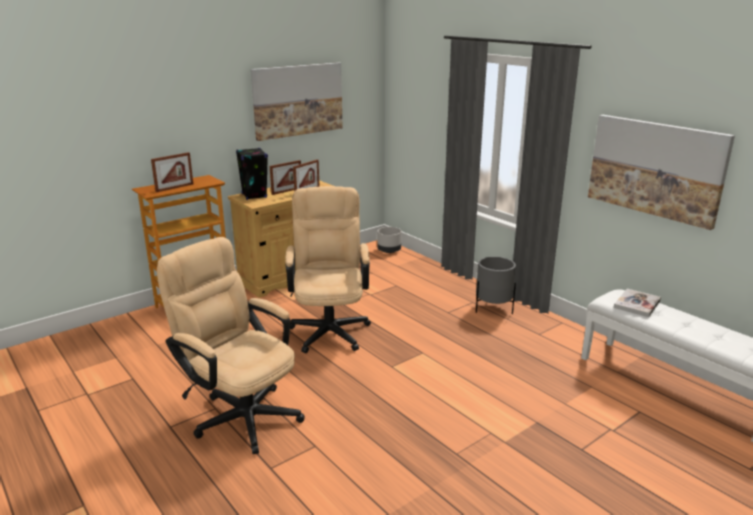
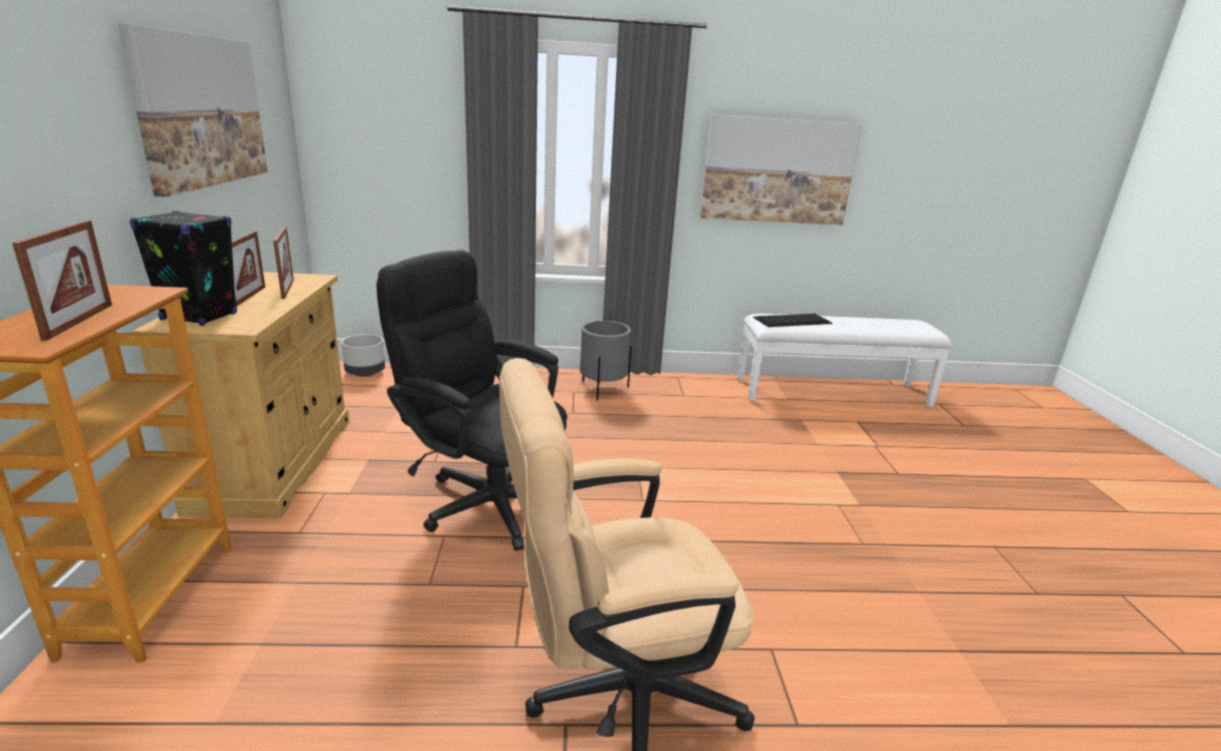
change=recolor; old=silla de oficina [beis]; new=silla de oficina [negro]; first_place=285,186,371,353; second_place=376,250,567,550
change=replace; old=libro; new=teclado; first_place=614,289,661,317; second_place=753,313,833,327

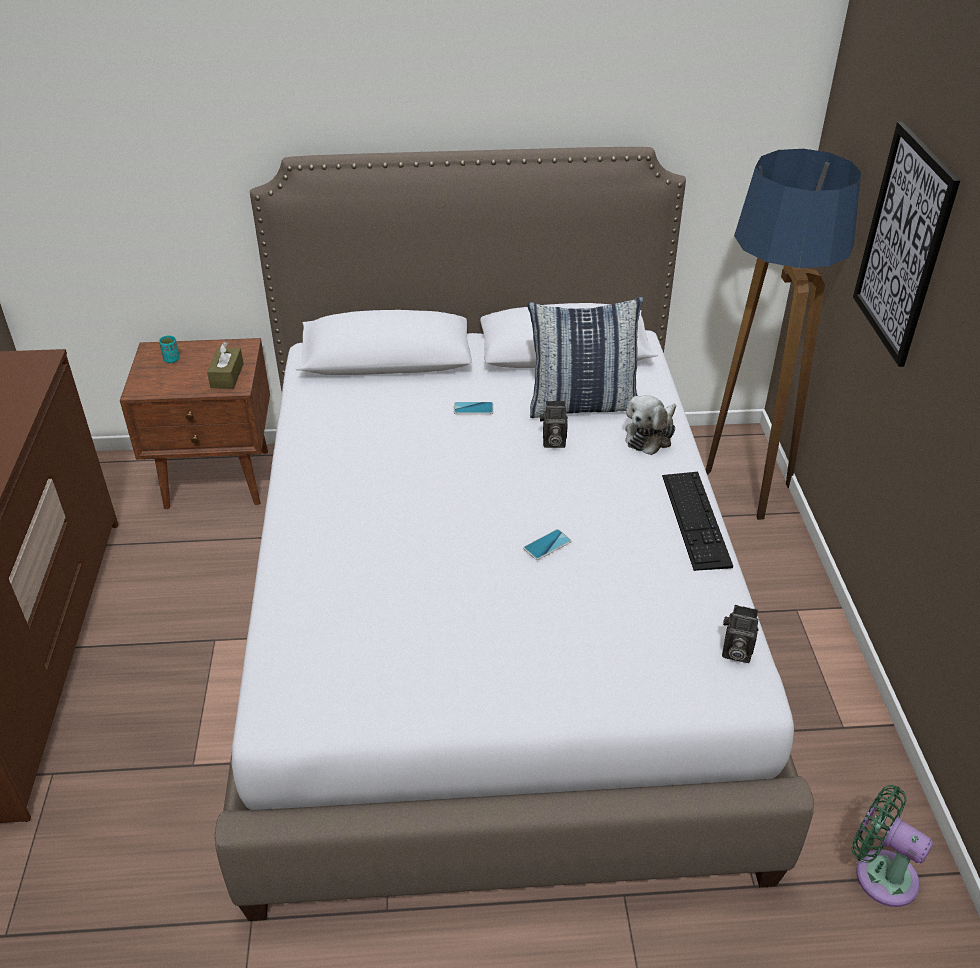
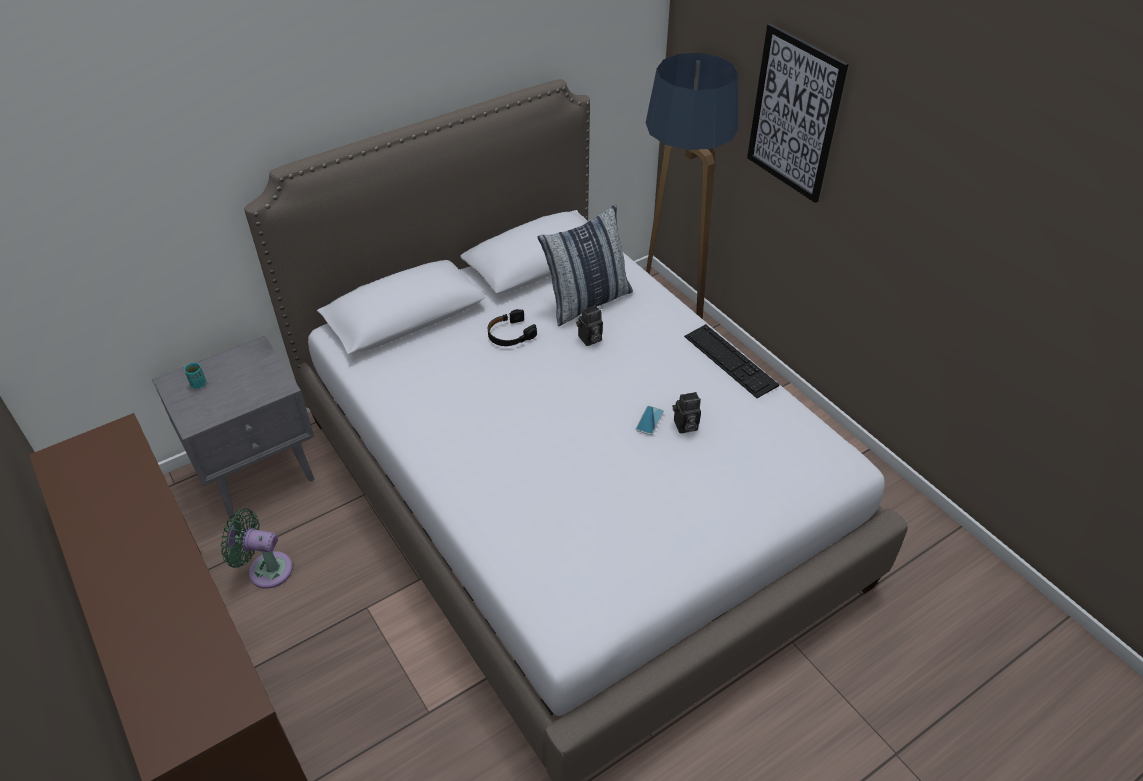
change=recolor; old=mesita de noche [marrón]; new=mesita de noche [gris]; first_place=120,338,270,509; second_place=152,336,314,519
change=move; old=ventilador [verde]; first_place=851,785,933,907; second_place=221,508,293,589
change=replace; old=móvil; new=auriculares [negro]; first_place=454,402,493,414; second_place=488,309,537,346
change=move; old=cámara; first_place=722,605,758,663; second_place=673,392,701,433
change=delete; old=caja de pañuelos [marrón]; first_place=207,342,243,389
change=delete; old=peluche; first_place=625,395,676,455

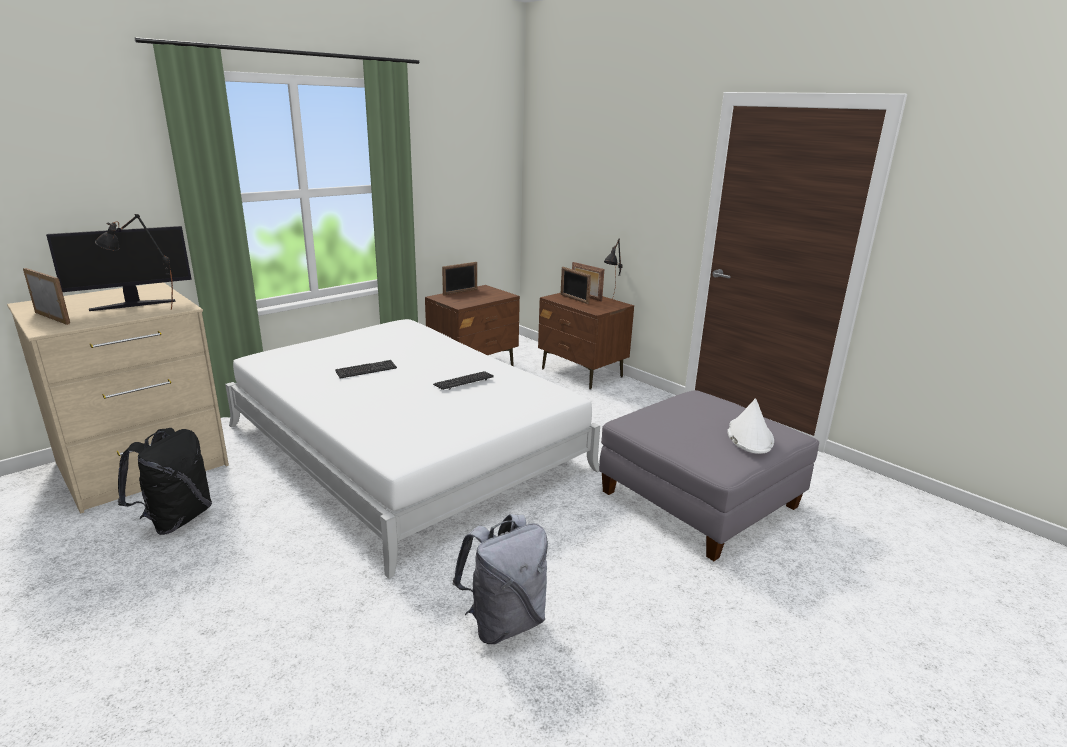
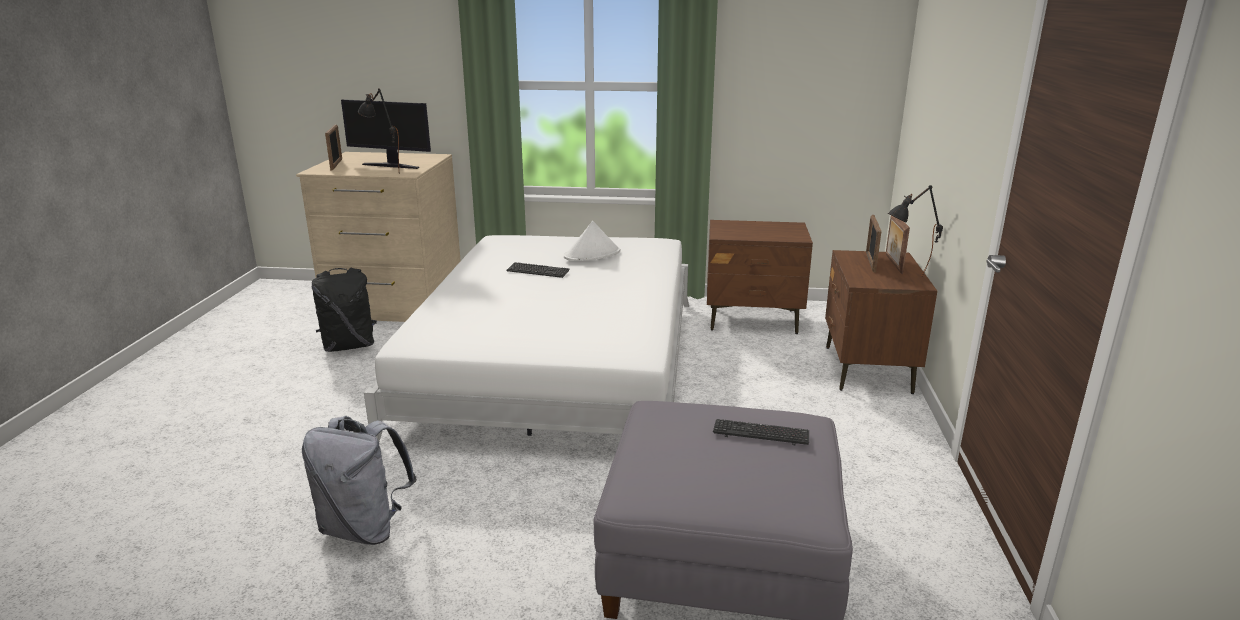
change=move; old=sombrero [blanco]; first_place=727,398,774,454; second_place=564,221,620,261
change=move; old=teclado; first_place=433,371,494,390; second_place=713,419,809,445
change=delete; old=portarretratos; first_place=442,262,477,295

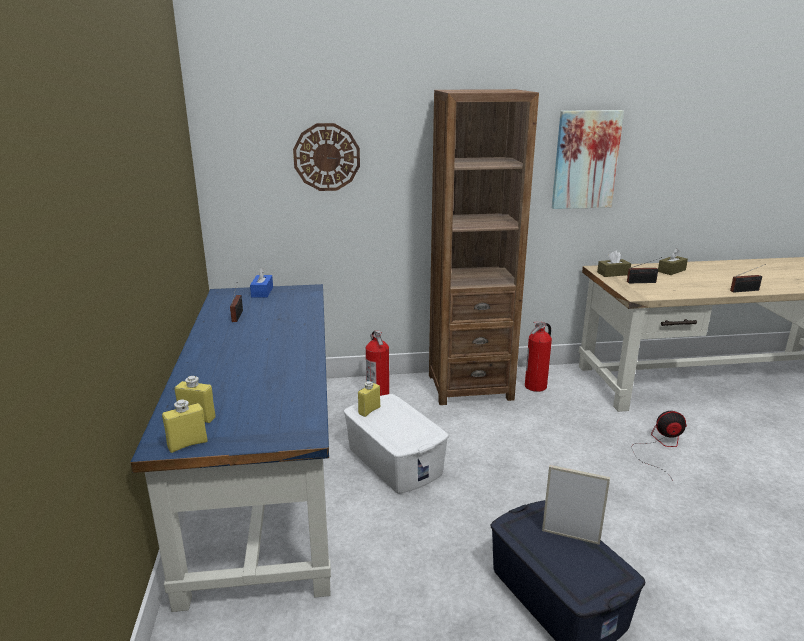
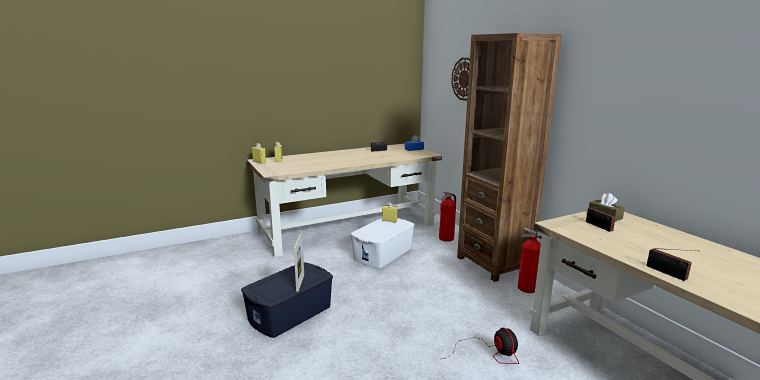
change=recolor; old=escritorio [azul]; new=escritorio [beis]; first_place=131,284,331,612; second_place=247,144,442,257
change=delete; old=cuadro; first_place=552,110,624,209
change=delete; old=caja de pañuelos [marrón]; first_place=658,249,688,275

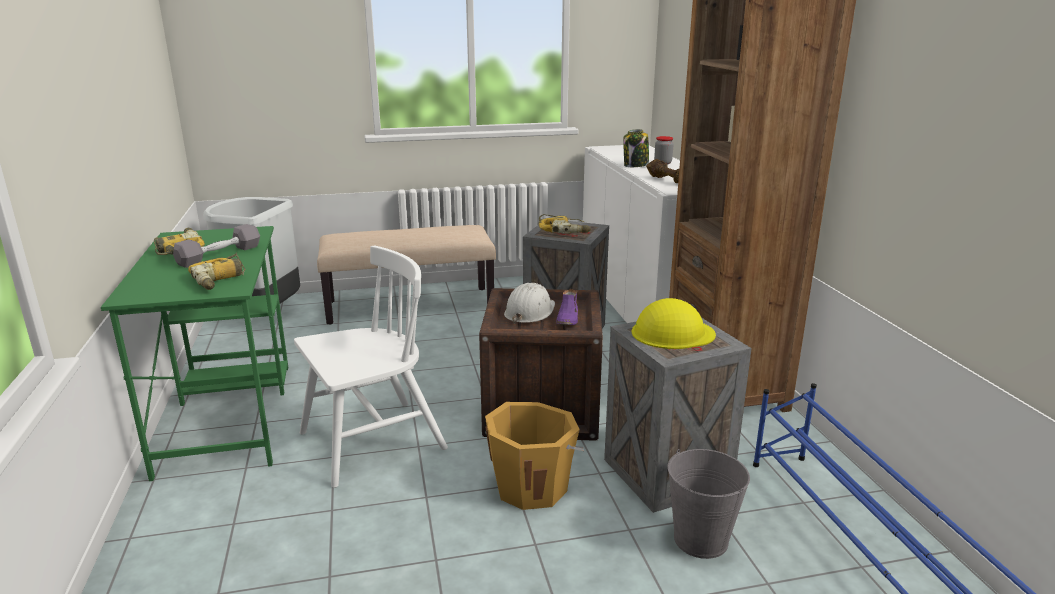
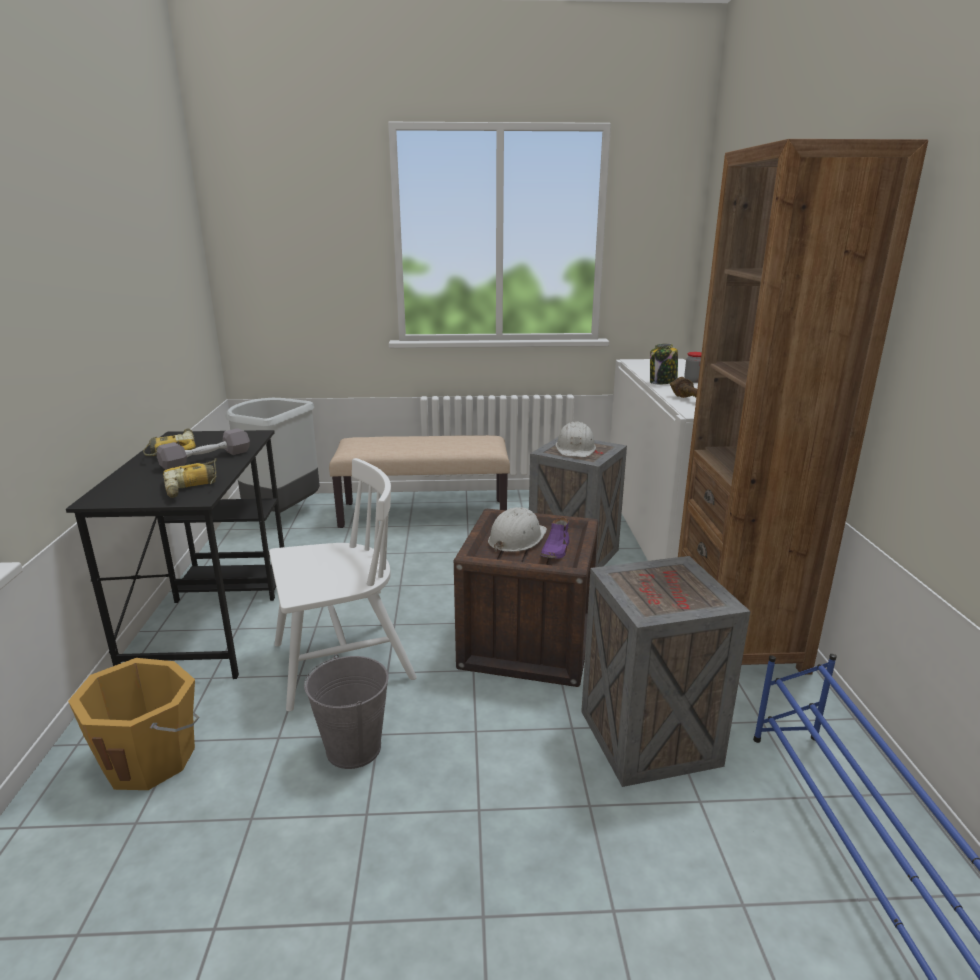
change=recolor; old=escritorio [verde]; new=escritorio [negro]; first_place=101,226,288,481; second_place=66,430,284,679
change=move; old=cubo [naranja]; first_place=485,402,584,510; second_place=68,658,200,790
change=move; old=cubo [gris]; first_place=667,449,750,559; second_place=304,654,388,769
change=replace; old=taladro; new=casco [blanco]; first_place=538,214,591,234; second_place=556,421,596,457
change=delete; old=casco [amarillo]; first_place=632,298,716,349

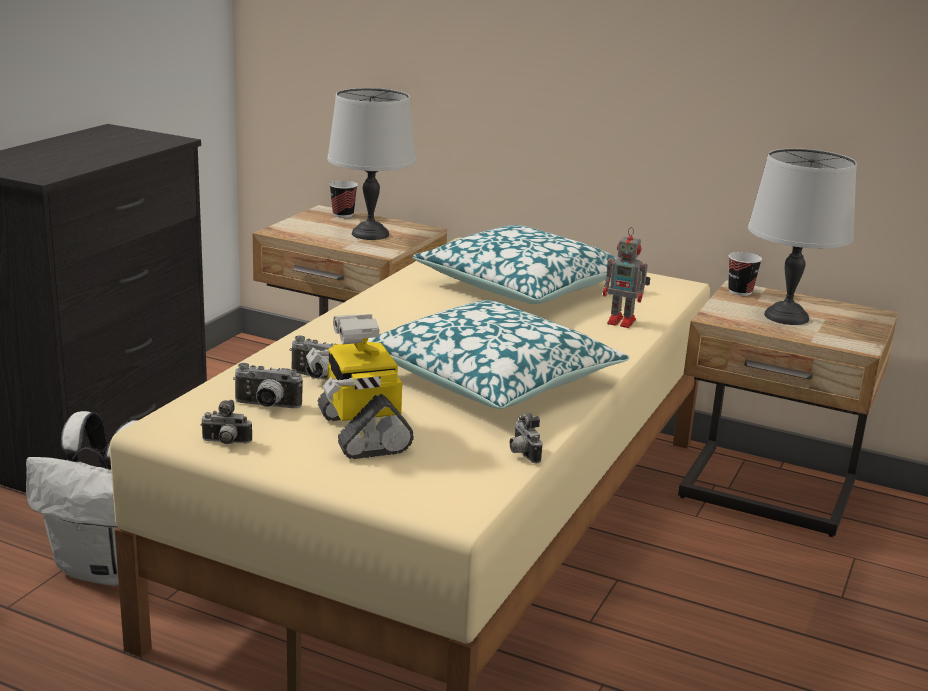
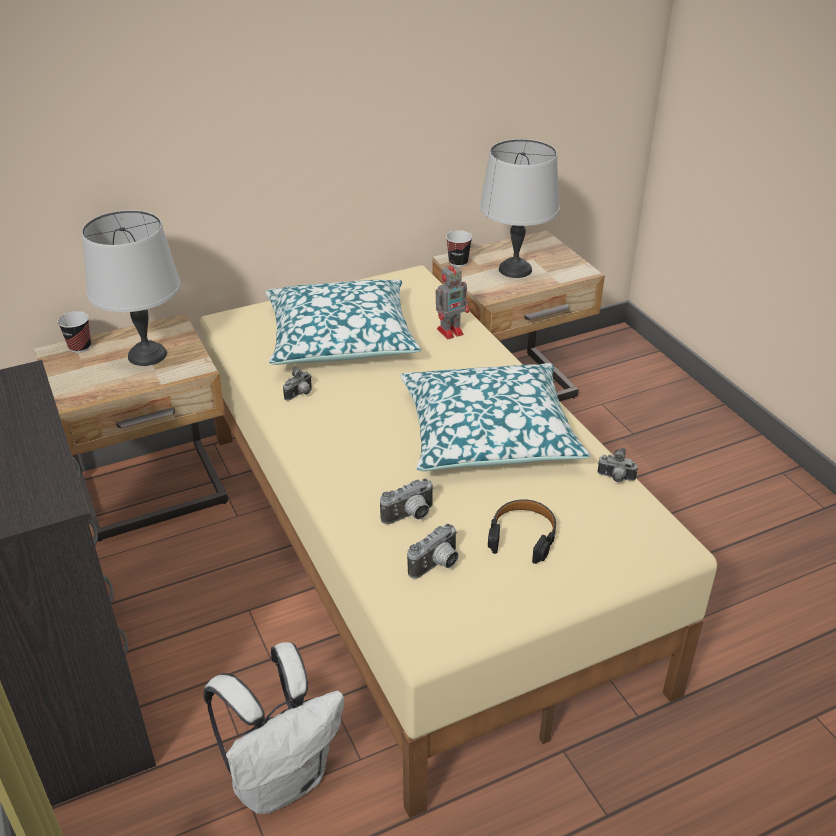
change=move; old=cámara; first_place=200,400,252,444; second_place=283,366,312,400
change=replace; old=robot de juguete; new=auriculares [negro]; first_place=306,314,414,459; second_place=488,499,556,564

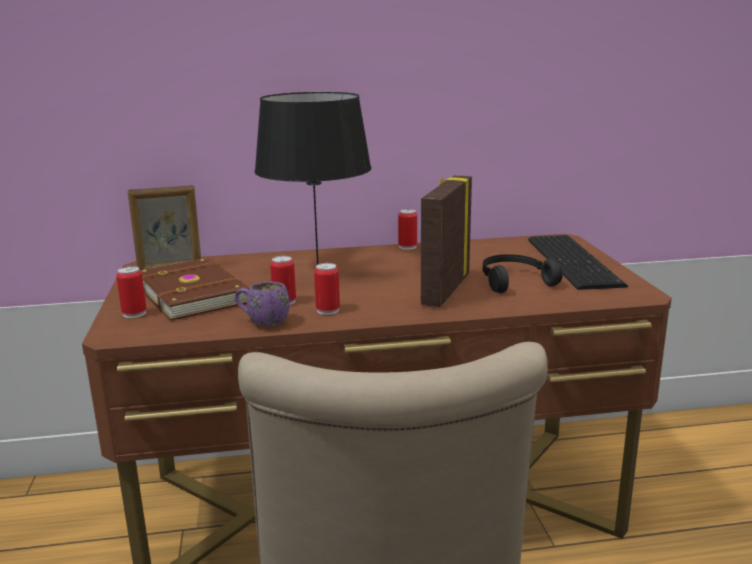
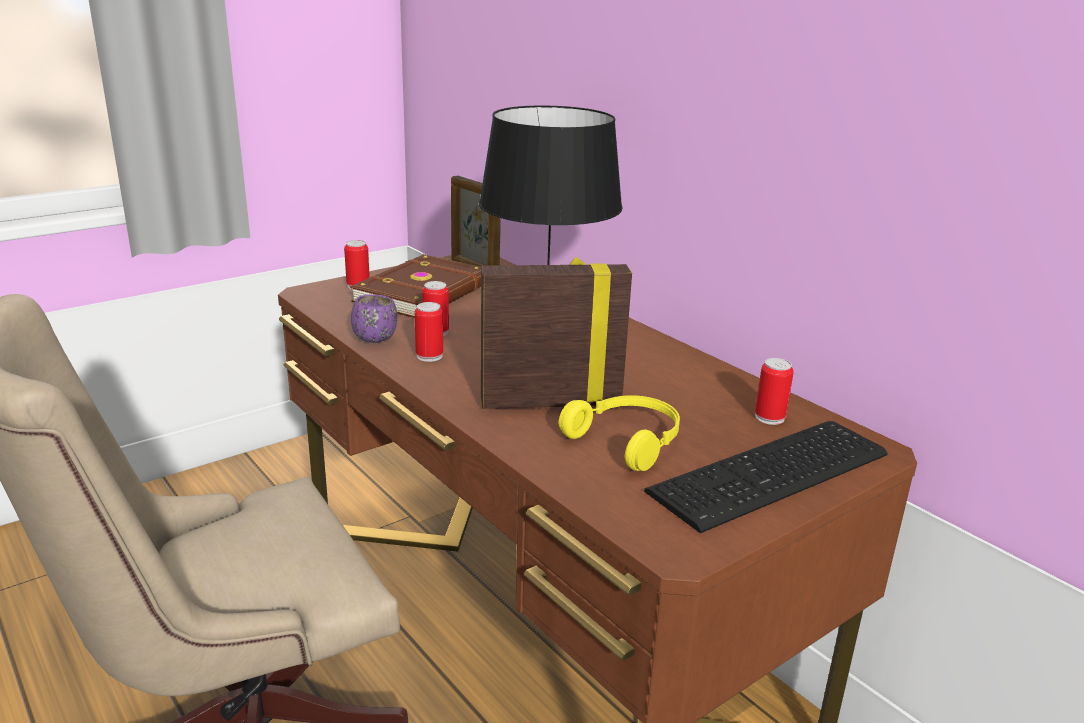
change=recolor; old=auriculares [negro]; new=auriculares [amarillo]; first_place=483,254,562,293; second_place=559,395,680,471
change=move; old=lata; first_place=398,209,417,250; second_place=755,358,794,425

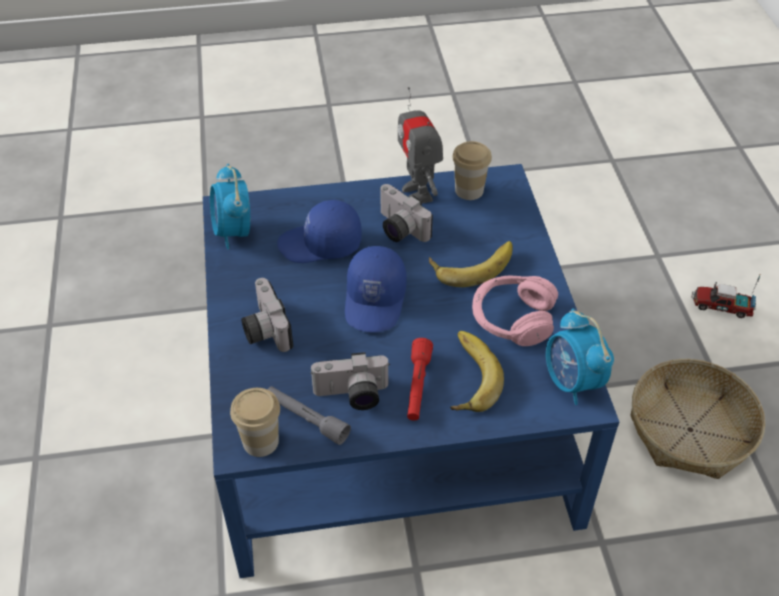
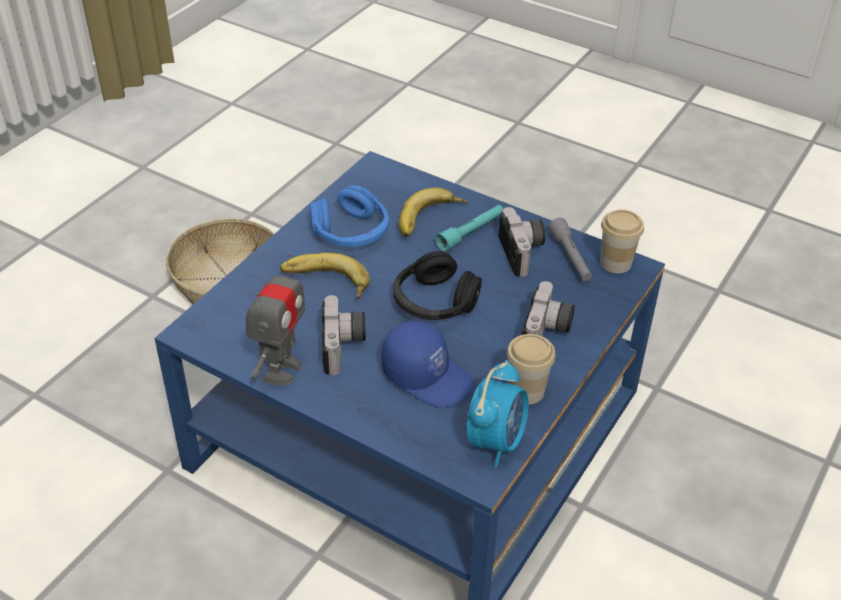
change=recolor; old=auriculares [rosa]; new=auriculares [azul]; first_place=472,275,558,346; second_place=310,185,389,247
change=replace; old=gorra [azul]; new=auriculares [negro]; first_place=345,246,407,332; second_place=393,251,482,320
change=recolor; old=linterna [rojo]; new=linterna [turquesa]; first_place=407,338,433,421; second_place=435,205,503,252
change=rotate; old=cámara; first_place=310,352,389,410; second_place=498,207,545,277; degrees=45
change=move; old=taza; first_place=452,141,492,200; second_place=507,334,556,405
change=delete; old=despertador; first_place=546,308,614,405
change=delete; old=camión de juguete; first_place=691,274,761,318

